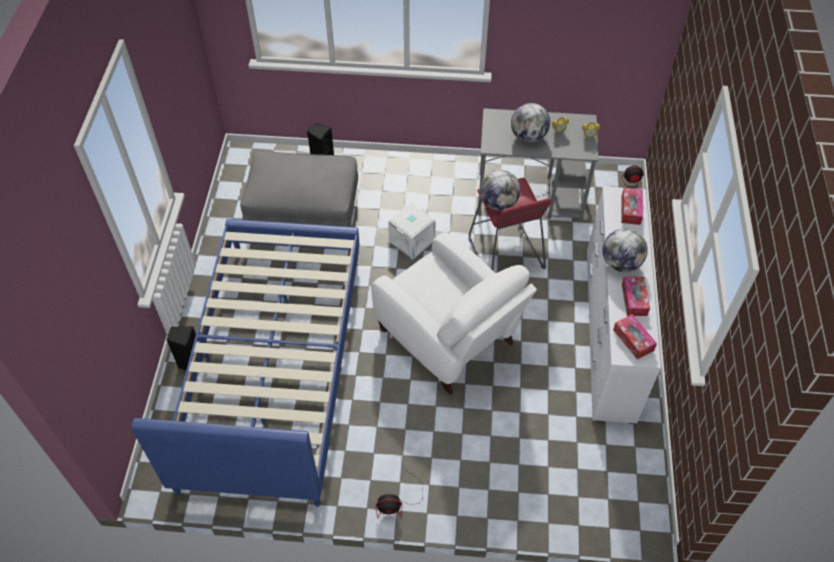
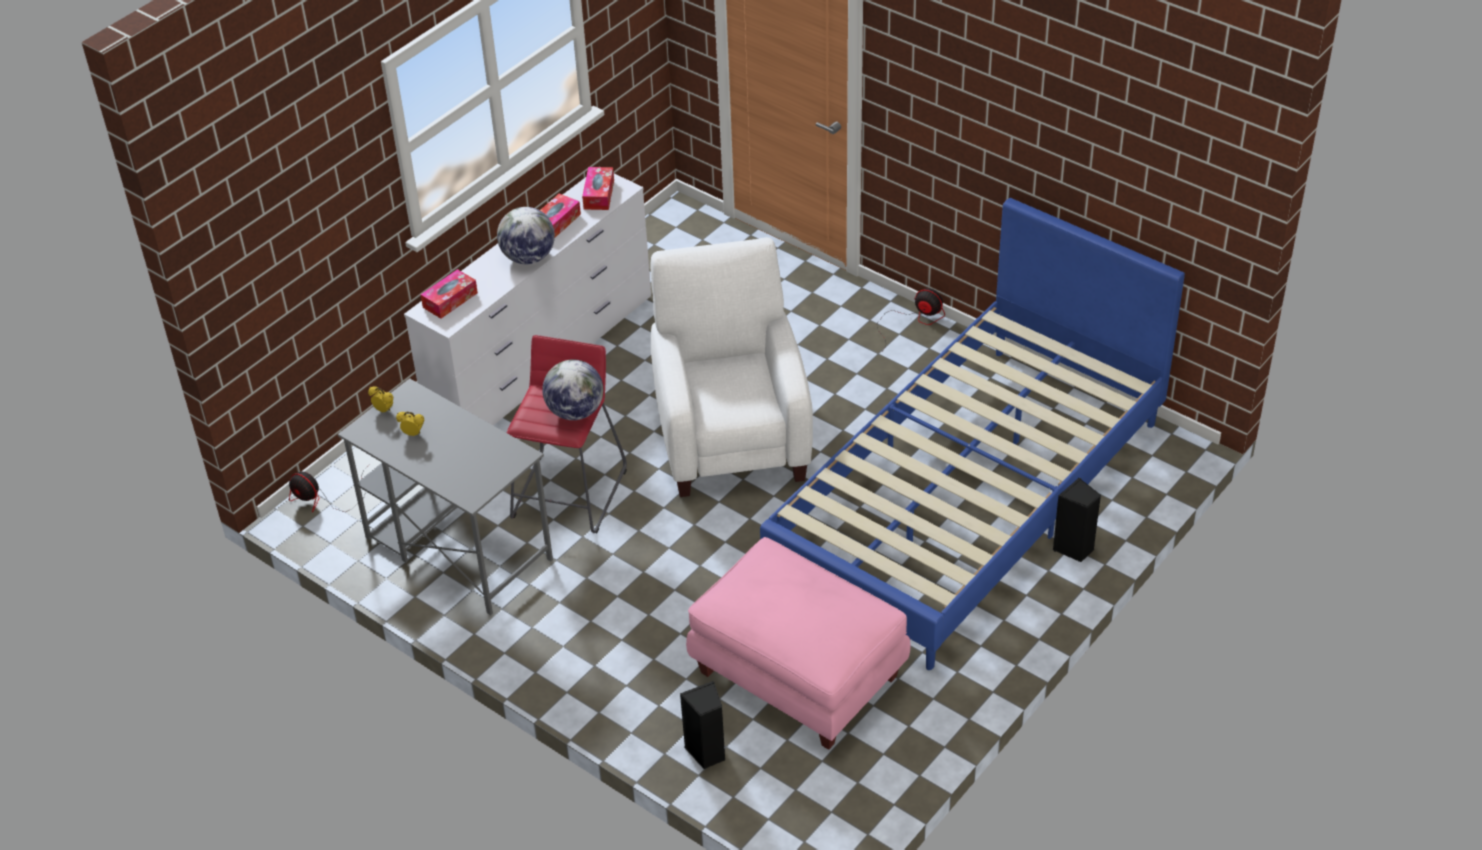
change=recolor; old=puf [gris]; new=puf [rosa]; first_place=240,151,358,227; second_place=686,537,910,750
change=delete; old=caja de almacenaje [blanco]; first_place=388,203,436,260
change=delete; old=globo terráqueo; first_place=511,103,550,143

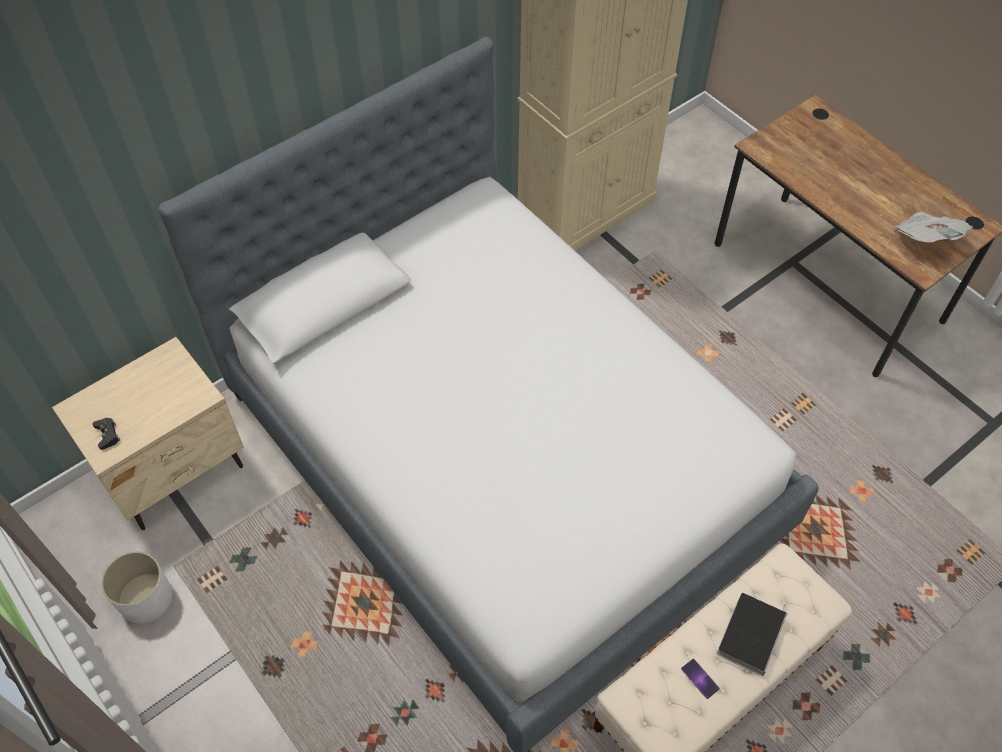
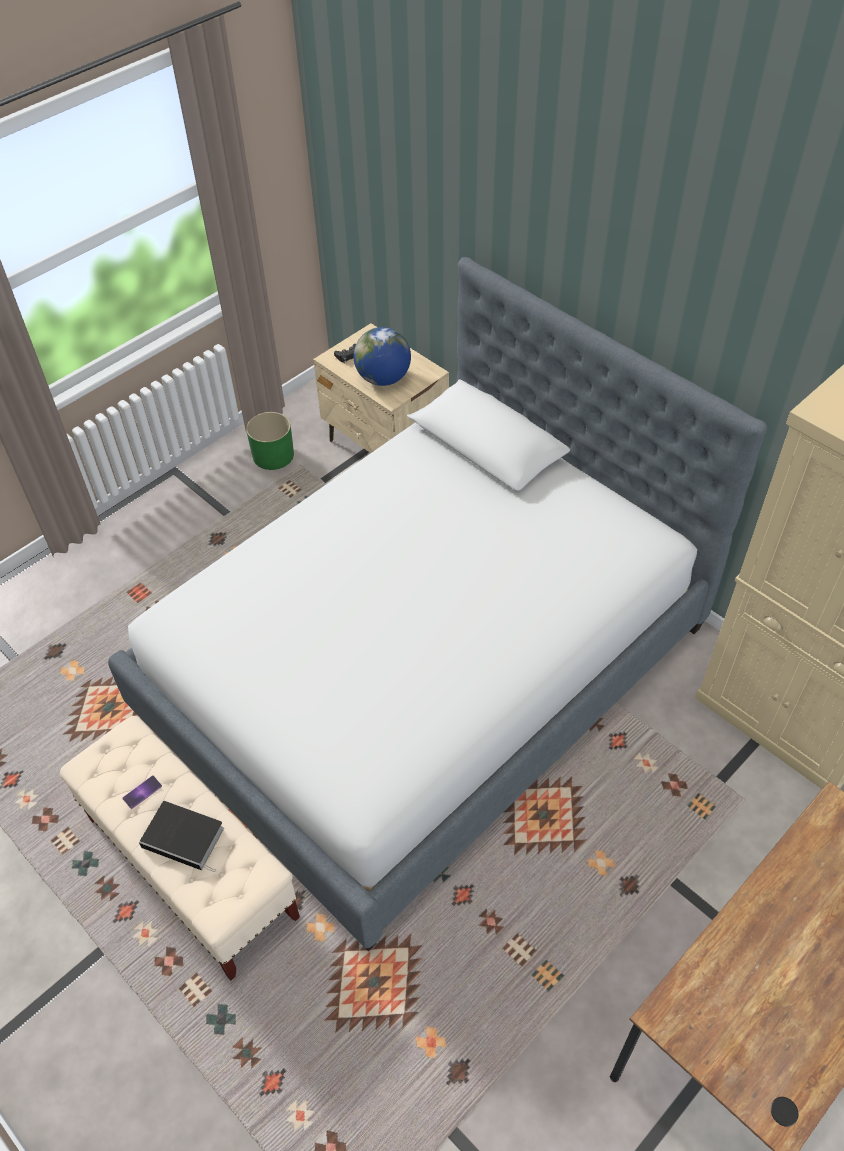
change=recolor; old=maceta [blanco]; new=maceta [verde]; first_place=102,552,172,624; second_place=246,412,294,470
change=insert; new=globo terráqueo; second_place=354,327,411,386
change=delete; old=periódico; first_place=894,212,973,242

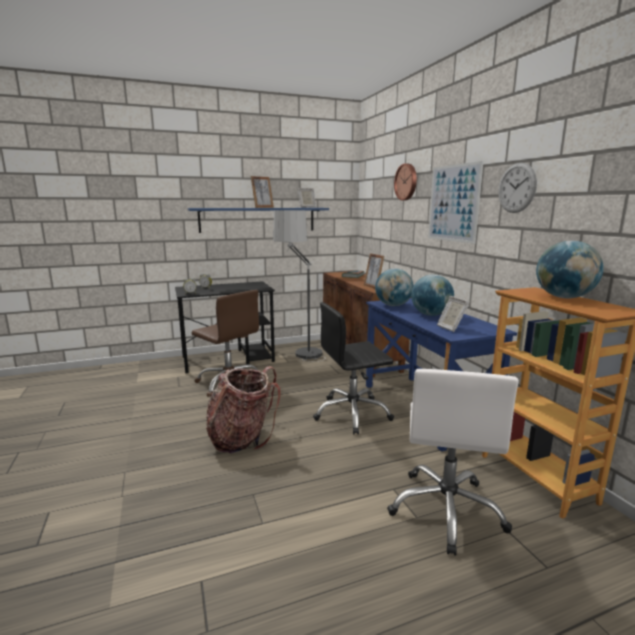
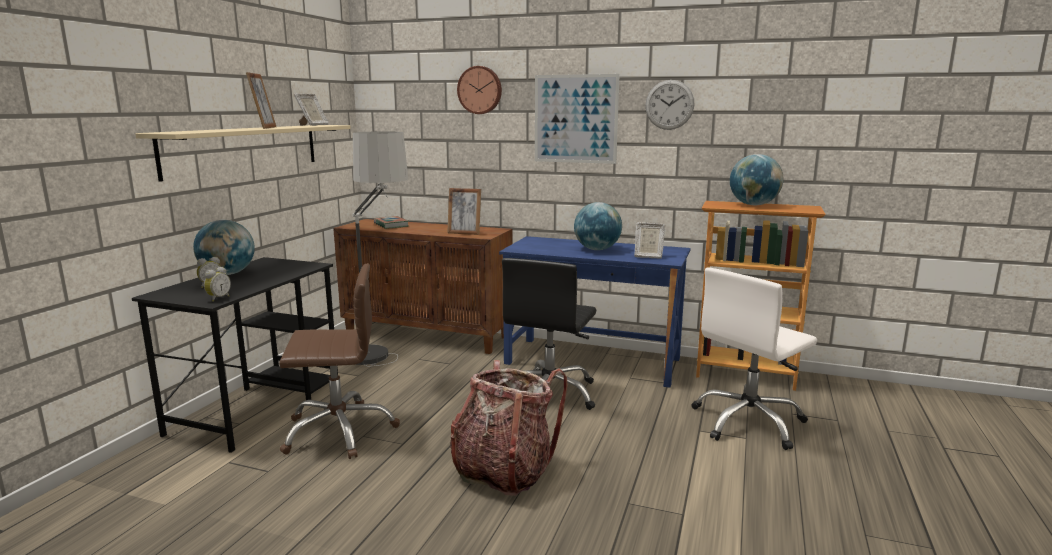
change=recolor; old=estante [azul]; new=estante [beis]; first_place=188,208,329,233; second_place=135,125,351,182
change=move; old=globo terráqueo; first_place=375,268,414,306; second_place=193,220,255,275
change=rotate; old=silla de oficina [blanco]; first_place=387,369,519,556; second_place=691,267,817,450; degrees=90

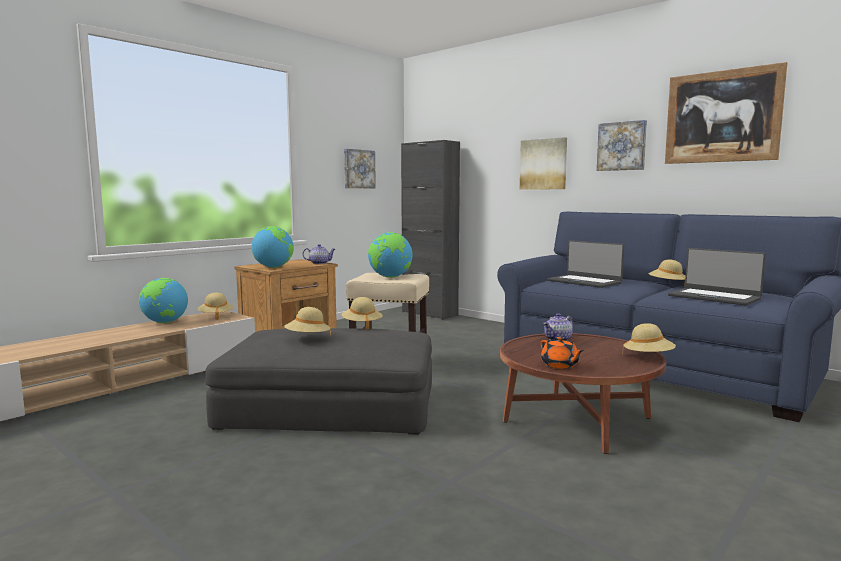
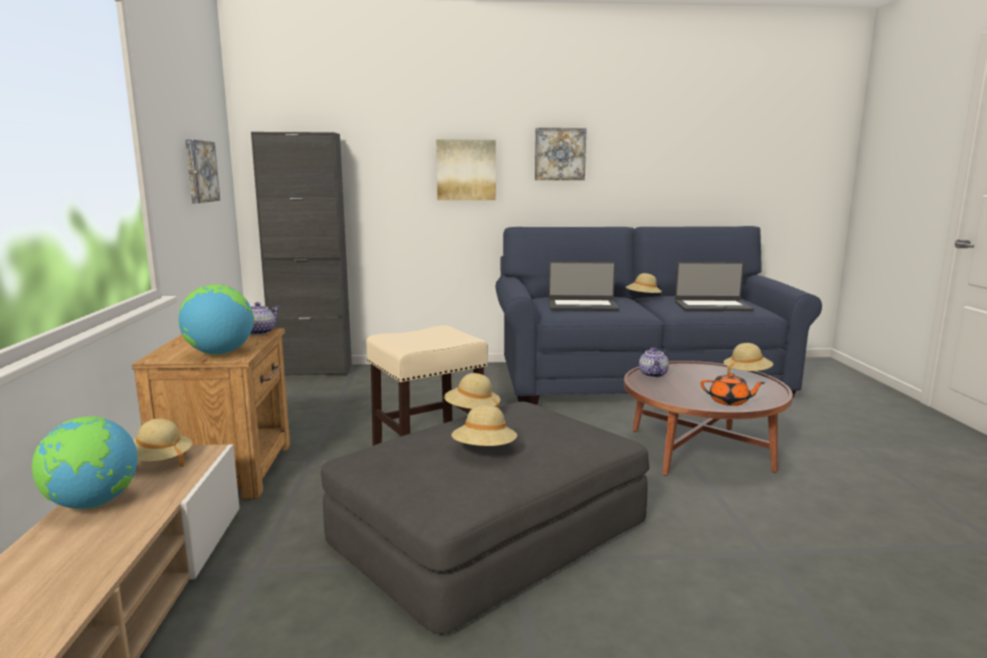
change=delete; old=globo terráqueo; first_place=368,232,413,278
change=delete; old=cuadro; first_place=665,62,787,164

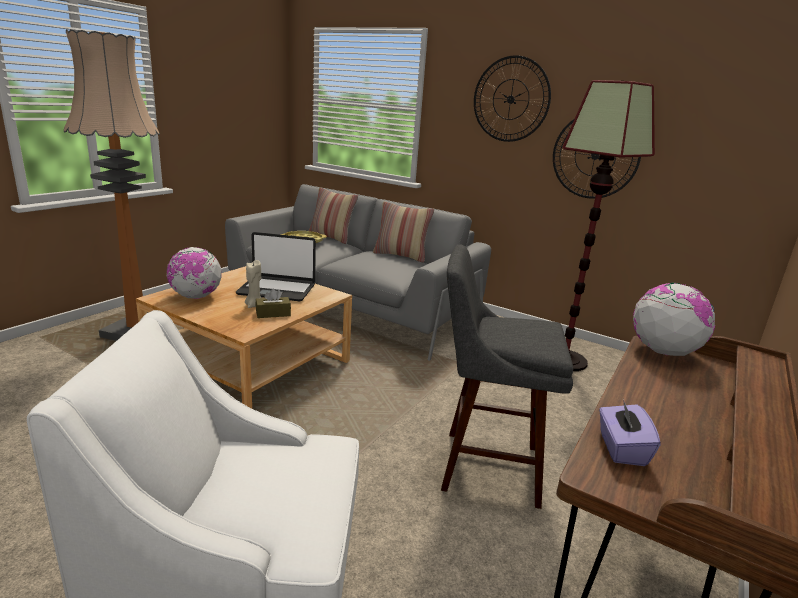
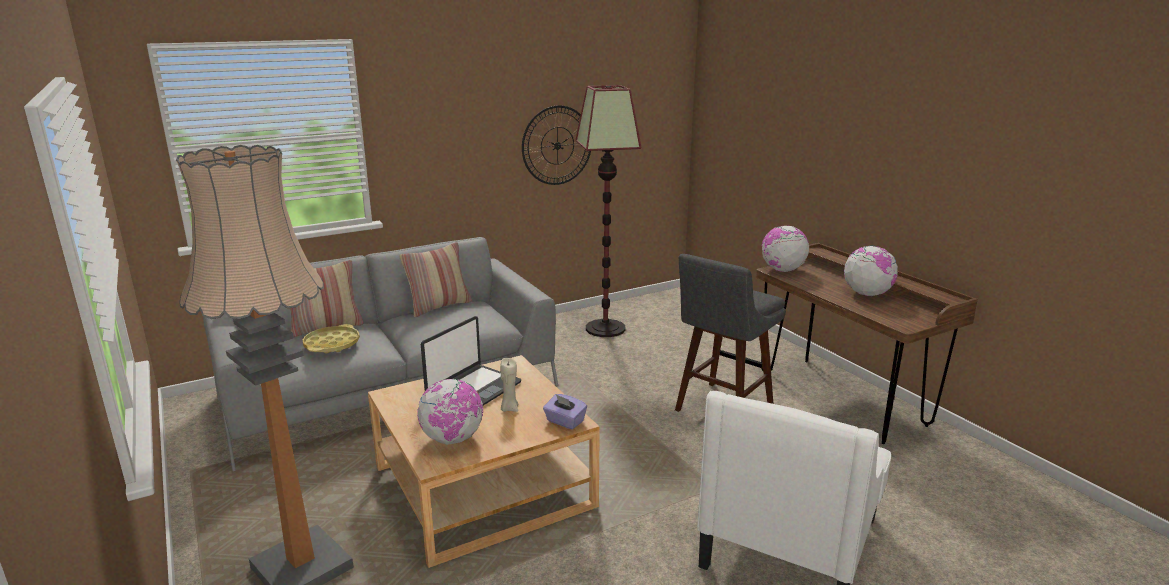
change=move; old=caja de pañuelos [morado]; first_place=599,399,661,466; second_place=543,394,587,430
change=insert; new=globo terráqueo; second_place=844,245,898,296
change=delete; old=caja de pañuelos [marrón]; first_place=256,288,291,318
change=delete; old=reloj de pared; first_place=474,55,551,142

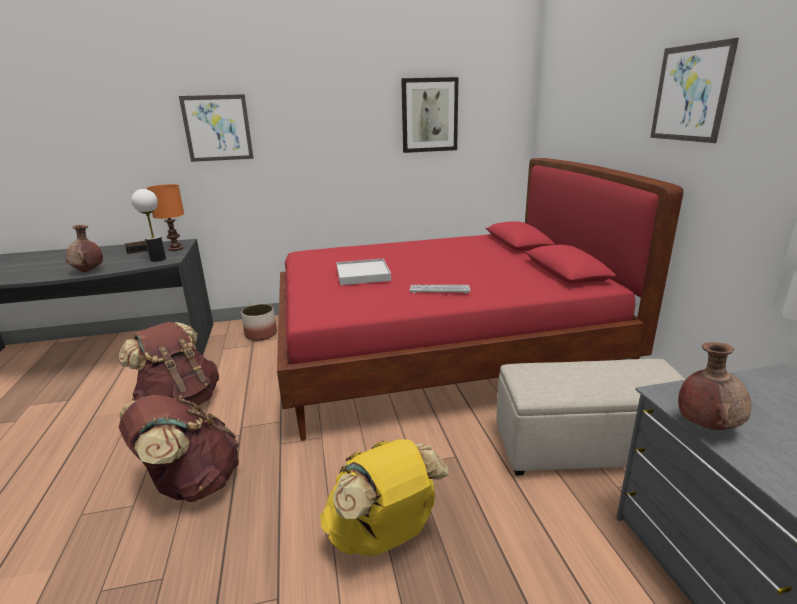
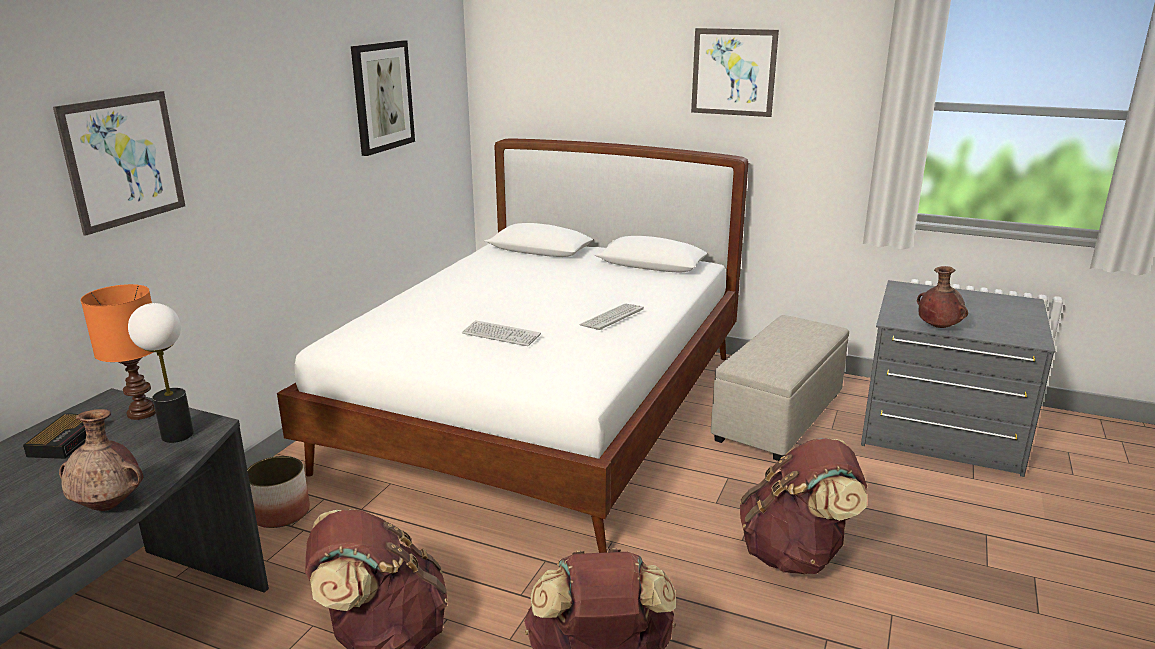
change=recolor; old=cama [rojo]; new=cama [blanco]; first_place=277,158,683,441; second_place=277,139,748,553
change=replace; old=bandeja [blanco]; new=teclado; first_place=336,259,391,285; second_place=462,320,541,346
change=recolor; old=mochila [amarillo]; new=mochila [marrón]; first_place=320,439,449,556; second_place=739,438,867,574

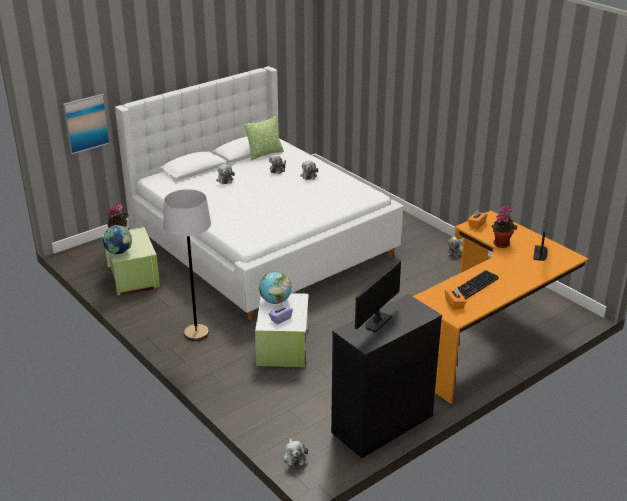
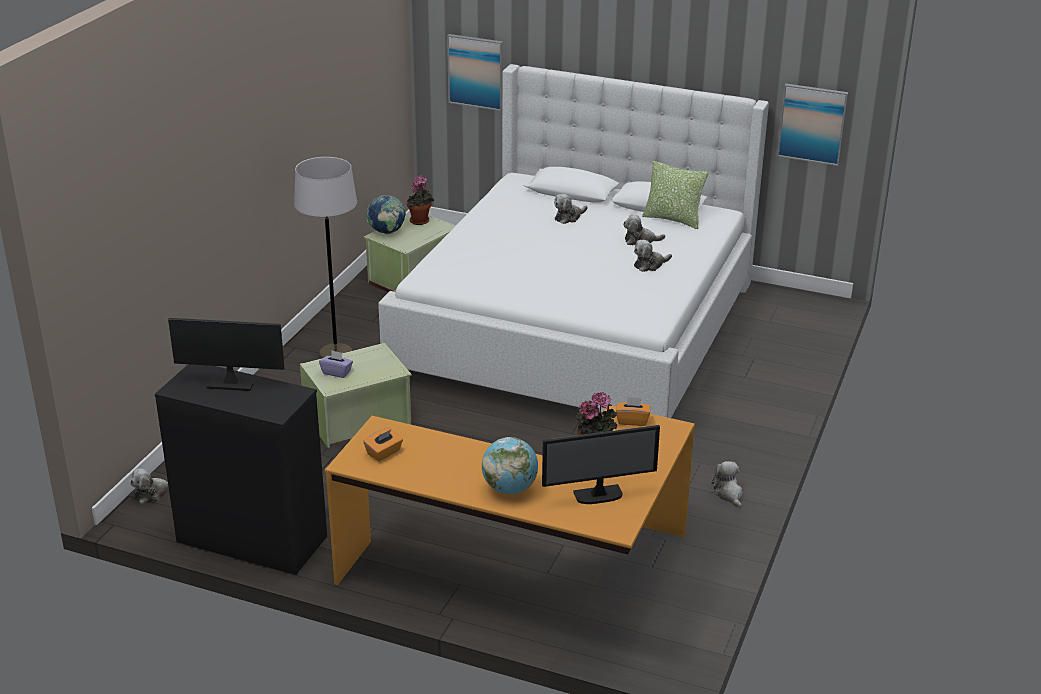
change=recolor; old=caja de almacenaje [blanco]; new=caja de almacenaje [verde]; first_place=255,293,309,367; second_place=300,343,412,448
change=move; old=globo terráqueo; first_place=259,272,292,304; second_place=482,437,538,494
change=insert; new=cuadro; second_place=777,84,849,166
change=delete; old=teclado; first_place=454,270,499,300

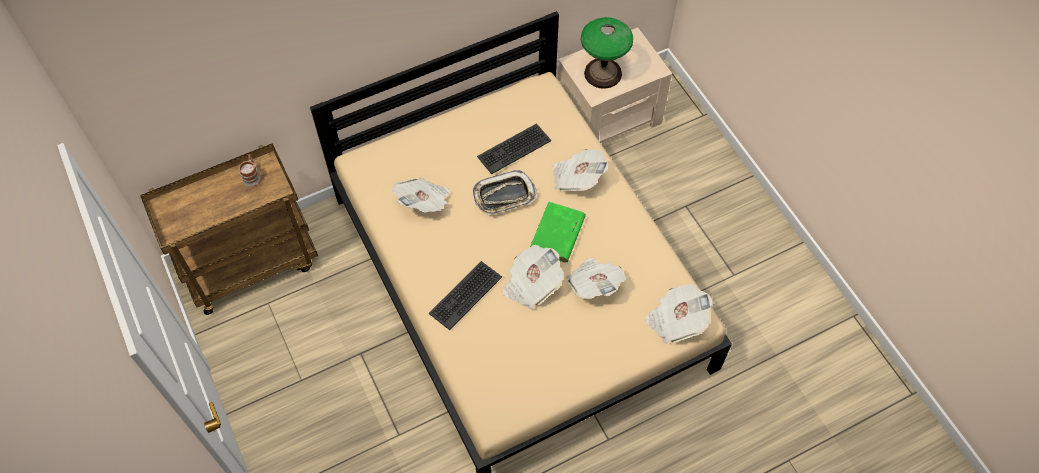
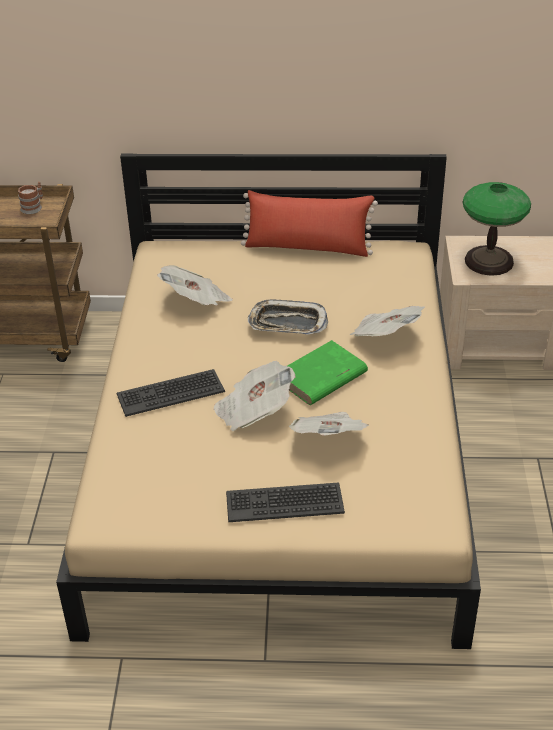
change=move; old=teclado; first_place=477,123,551,174; second_place=226,482,345,522
change=insert; new=cojín [rojo]; second_place=241,190,378,257
change=delete; old=periódico; first_place=645,284,713,344

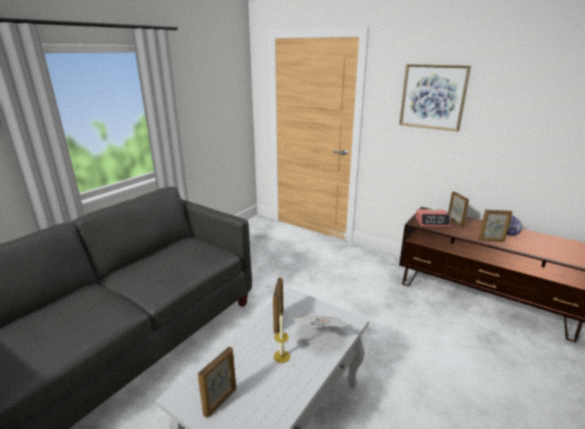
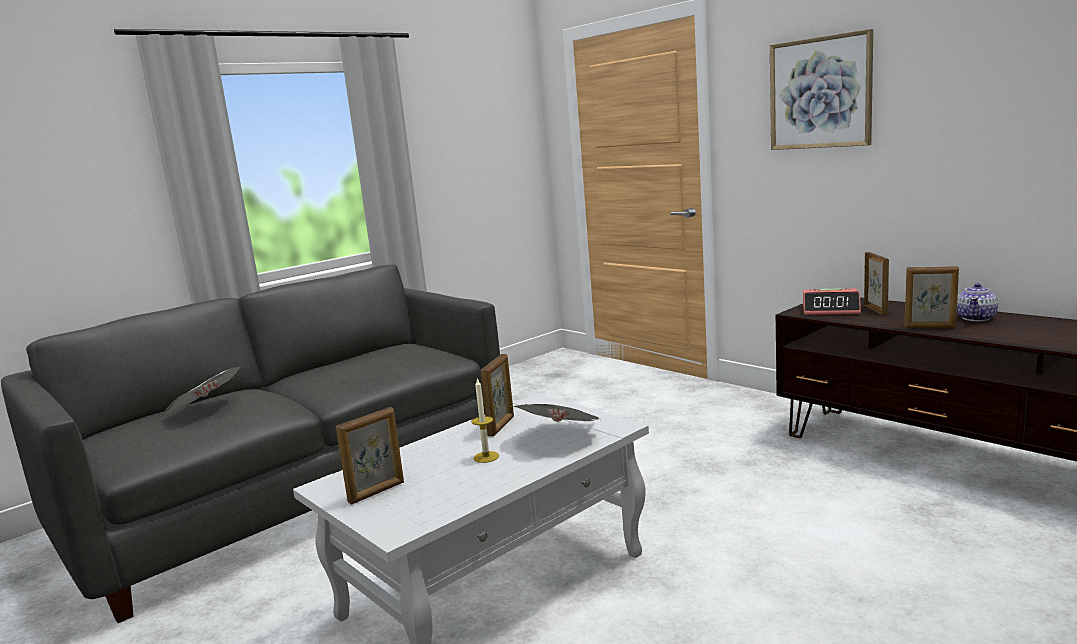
change=insert; new=periódico; second_place=162,367,241,415

